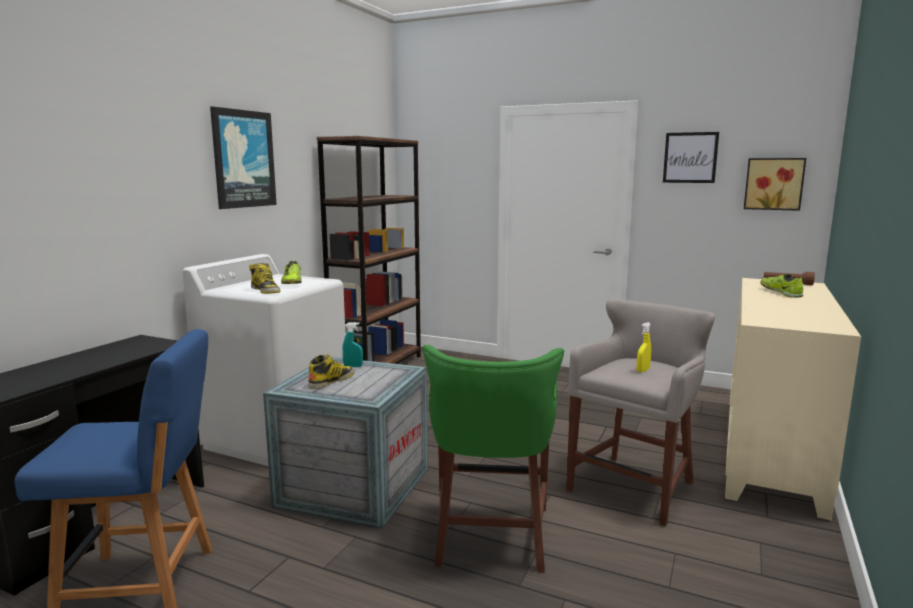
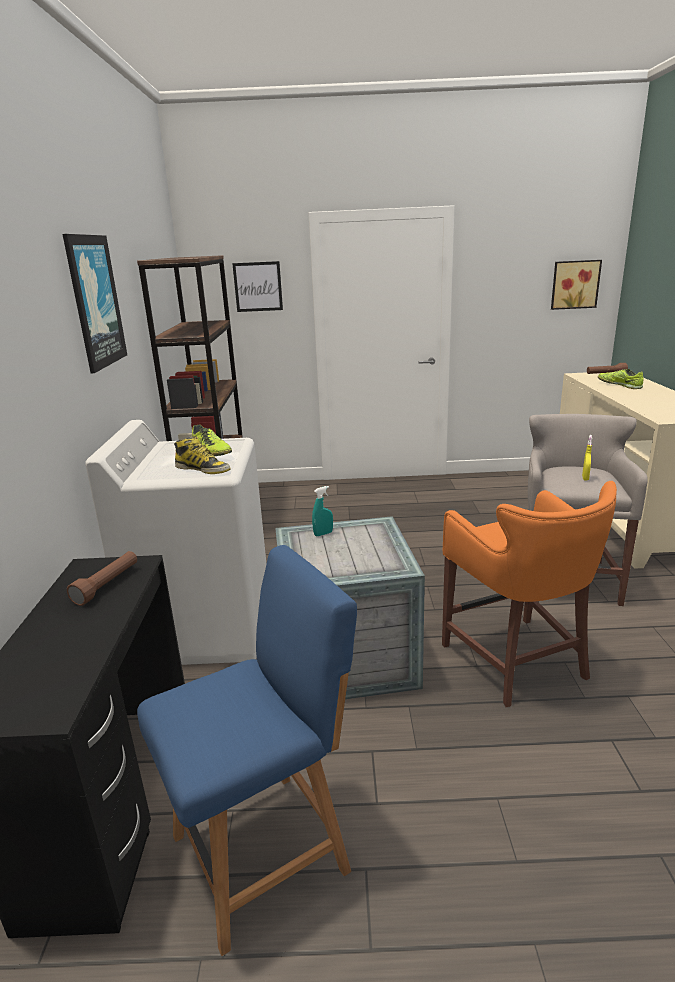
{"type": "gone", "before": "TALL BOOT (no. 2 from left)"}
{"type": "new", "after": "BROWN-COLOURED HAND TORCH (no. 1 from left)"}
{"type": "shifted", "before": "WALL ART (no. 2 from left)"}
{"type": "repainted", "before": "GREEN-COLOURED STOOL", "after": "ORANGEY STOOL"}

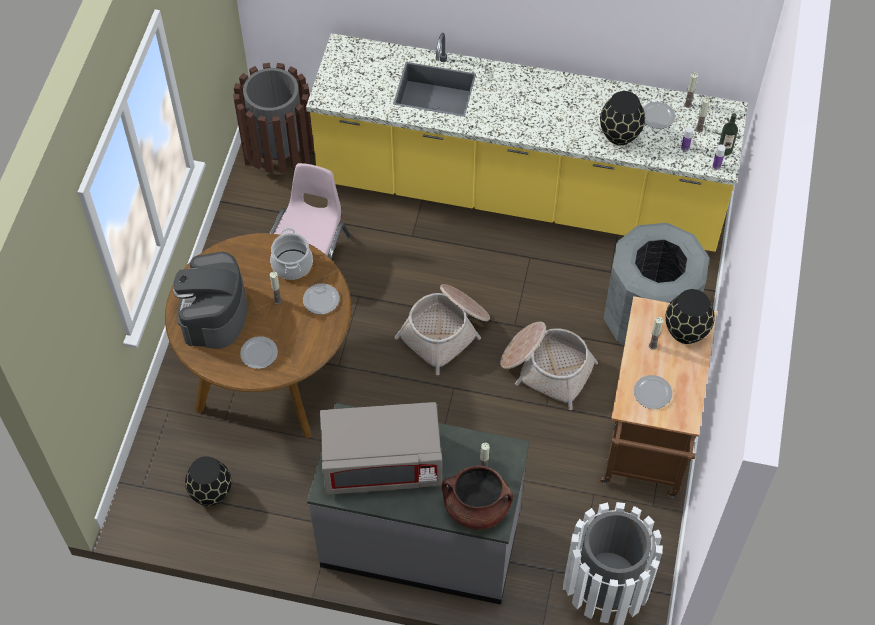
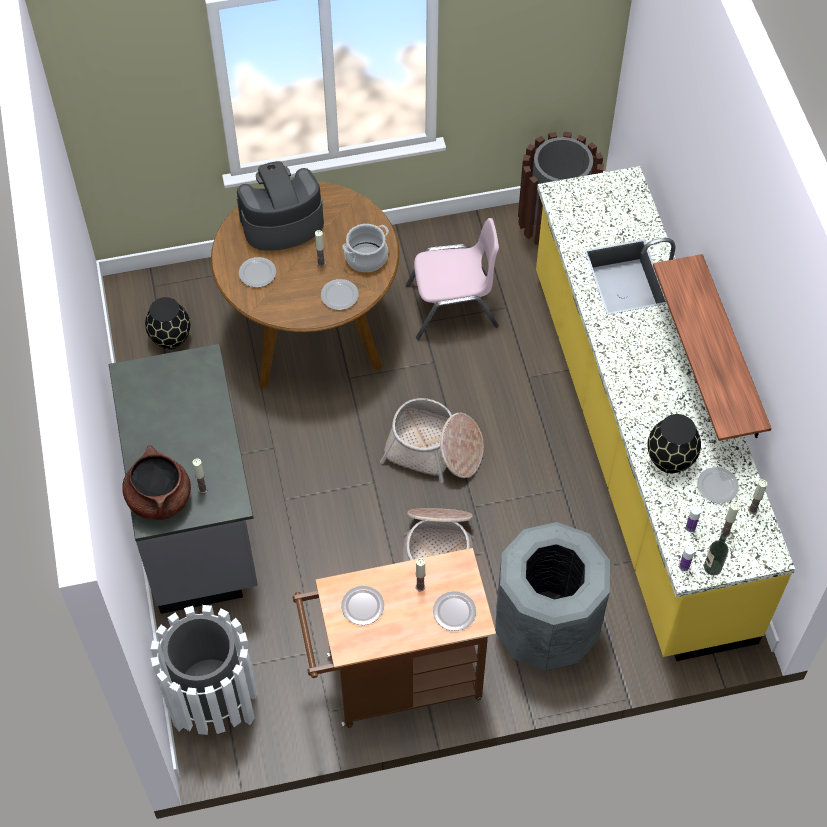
{"type": "gone", "before": "GRAY MICROWAVE OVEN"}
{"type": "new", "after": "SHELF"}
{"type": "swapped", "before": "BLACK DECORATIVE VASE (no. 3 from left)", "after": "PLATE (no. 4 from left)"}

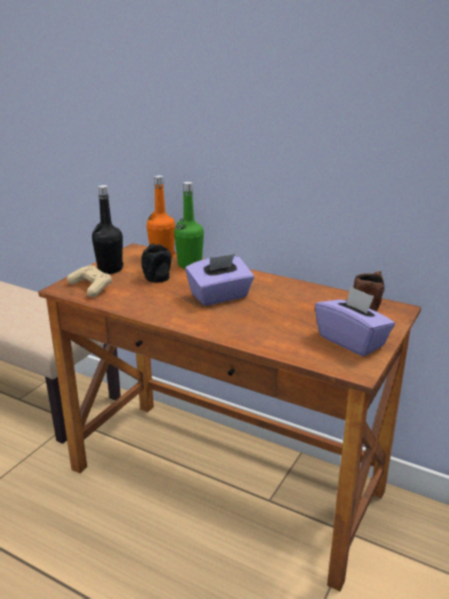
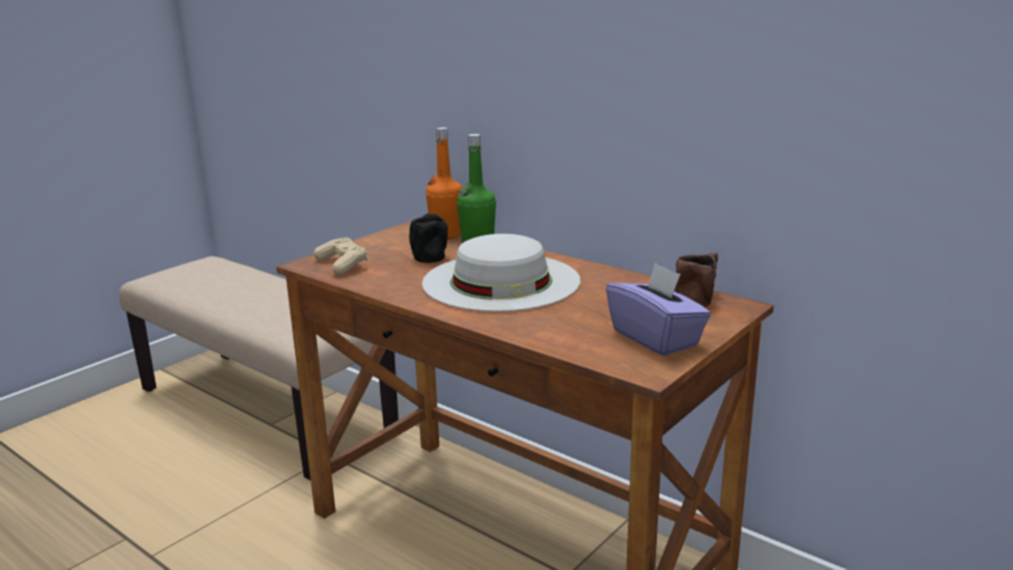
{"type": "gone", "before": "BLACK DRINK BOTTLE"}
{"type": "swapped", "before": "PURPLISH BOX OF TISSUES (no. 1 from left)", "after": "WHITE-COLOURED WEARABLE HAT"}

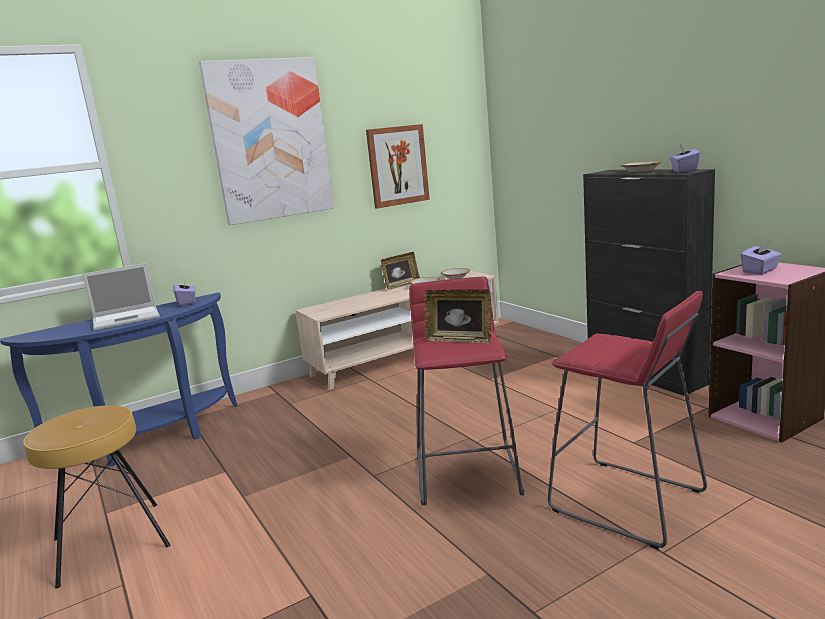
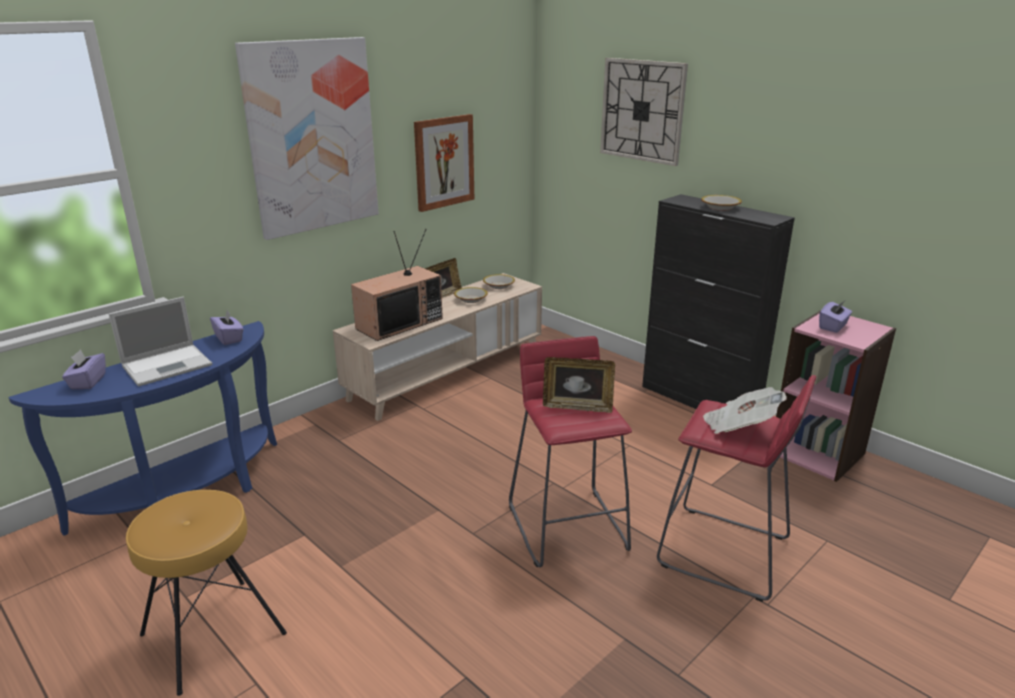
{"type": "new", "after": "TELEVISION"}
{"type": "new", "after": "CLOCK ON THE WALL"}
{"type": "new", "after": "DAILY PAPER"}
{"type": "shifted", "before": "PURPLISH BOX OF TISSUES (no. 2 from left in the first image)", "after": "PURPLISH BOX OF TISSUES (no. 1 from left)"}

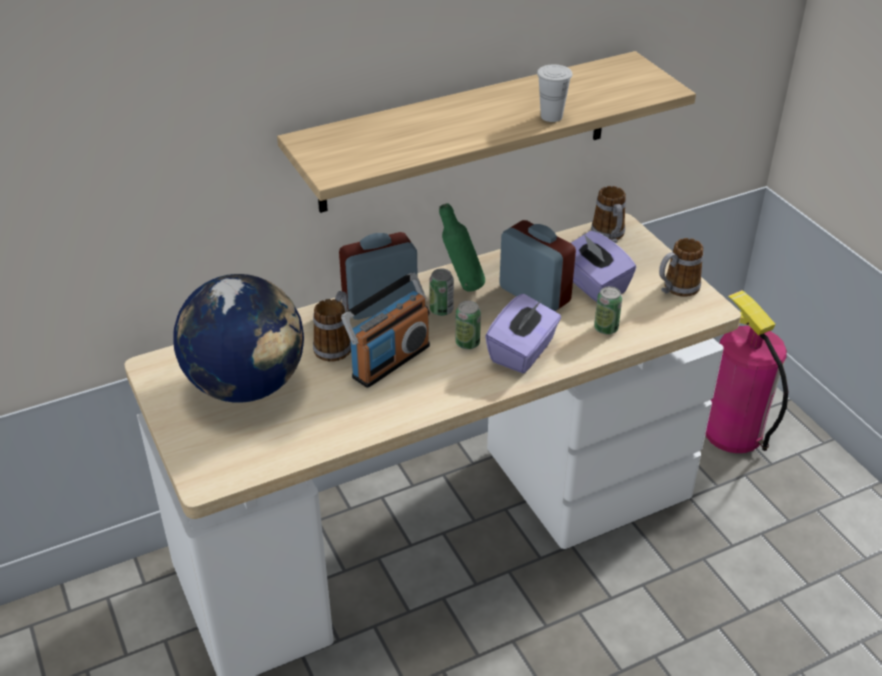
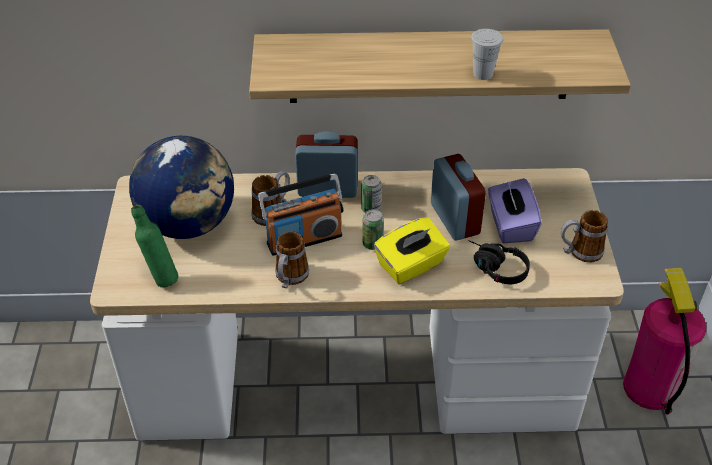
{"type": "shifted", "before": "GREEN-COLOURED DRINK BOTTLE"}
{"type": "shifted", "before": "TEA MUG (no. 2 from left)"}
{"type": "swapped", "before": "SEALED CAN (no. 3 from left)", "after": "BLACK HEADPHONES"}
{"type": "repainted", "before": "PURPLISH BOX OF TISSUES (no. 1 from left)", "after": "YELLOWISH BOX OF TISSUES"}

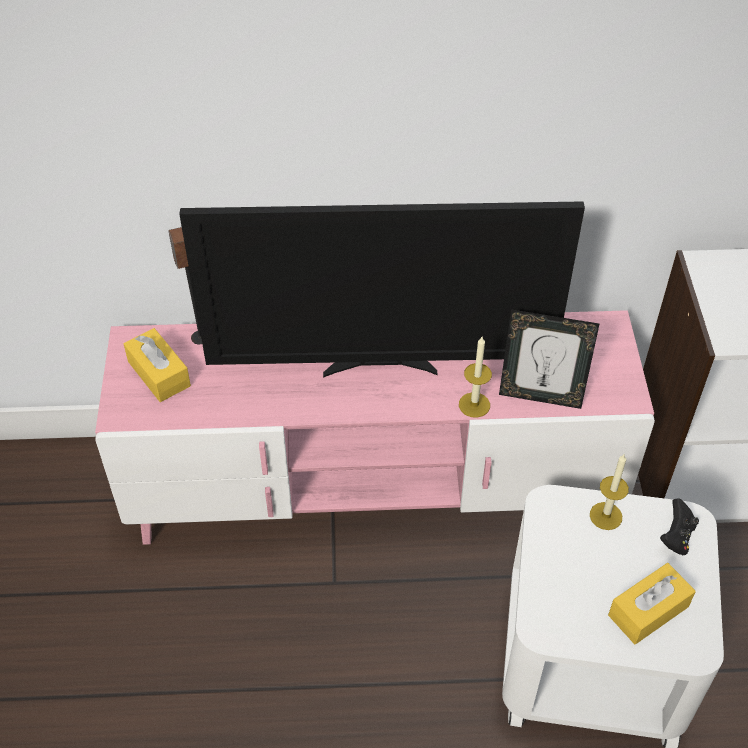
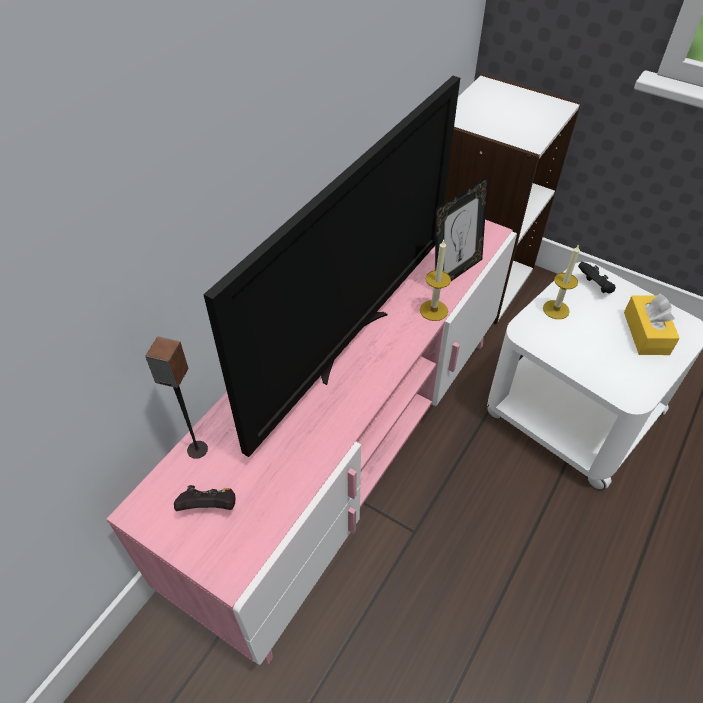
{"type": "swapped", "before": "YELLOWISH BOX OF TISSUES (no. 1 from left)", "after": "BLACK GAMEPAD (no. 1 from left)"}

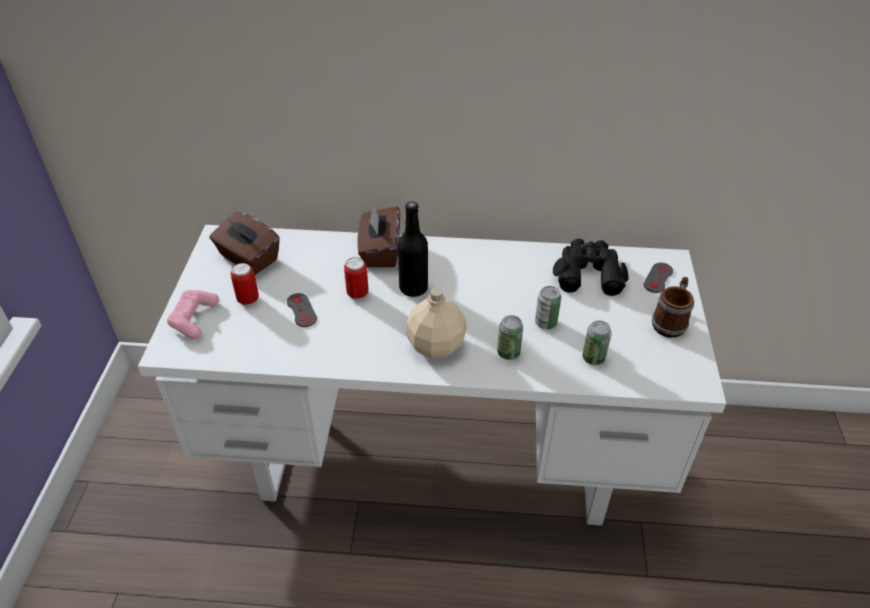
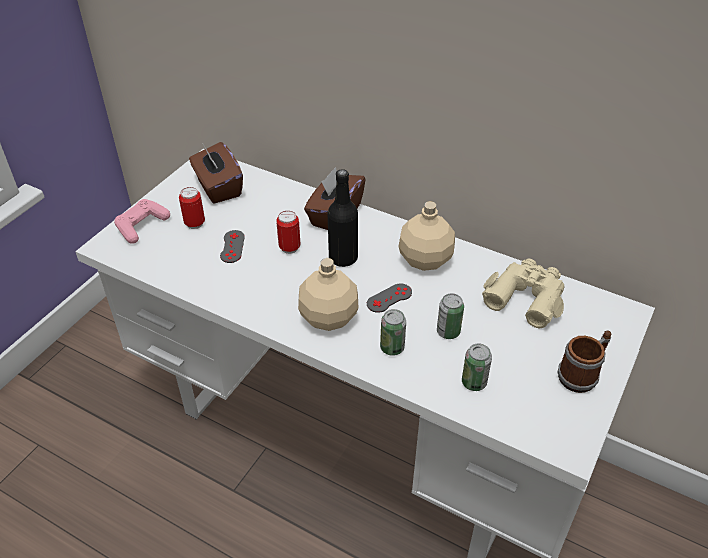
{"type": "new", "after": "SAND-COLOURED DRINK BOTTLE (no. 2 from left)"}
{"type": "shifted", "before": "GRAY GAMEPAD (no. 2 from left)"}
{"type": "repainted", "before": "BLACK FIELD GLASSES", "after": "SAND-COLOURED FIELD GLASSES"}

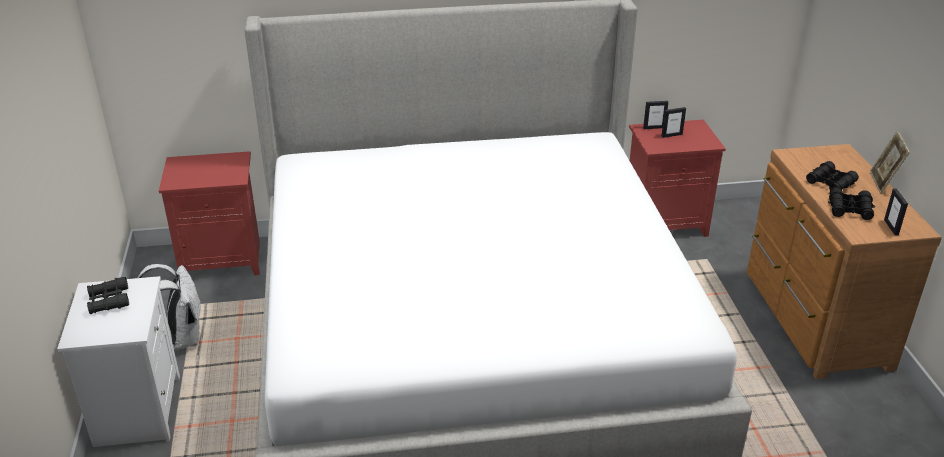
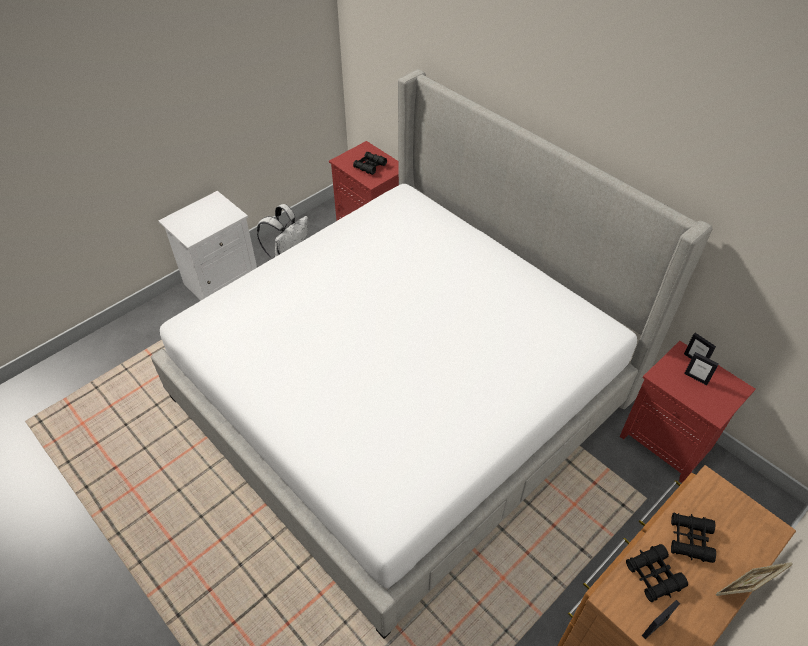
{"type": "shifted", "before": "BLACK FIELD GLASSES (no. 1 from left)"}

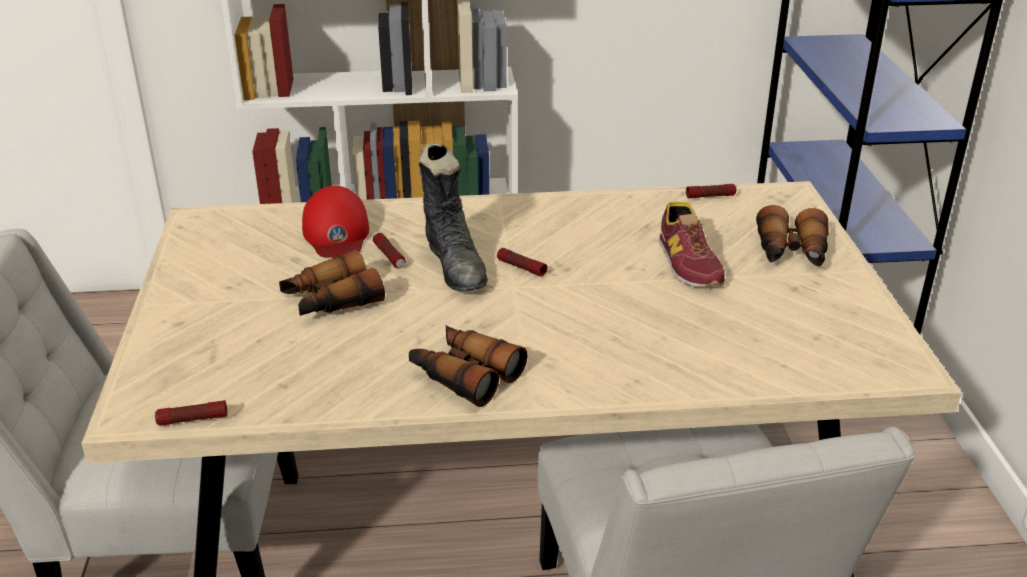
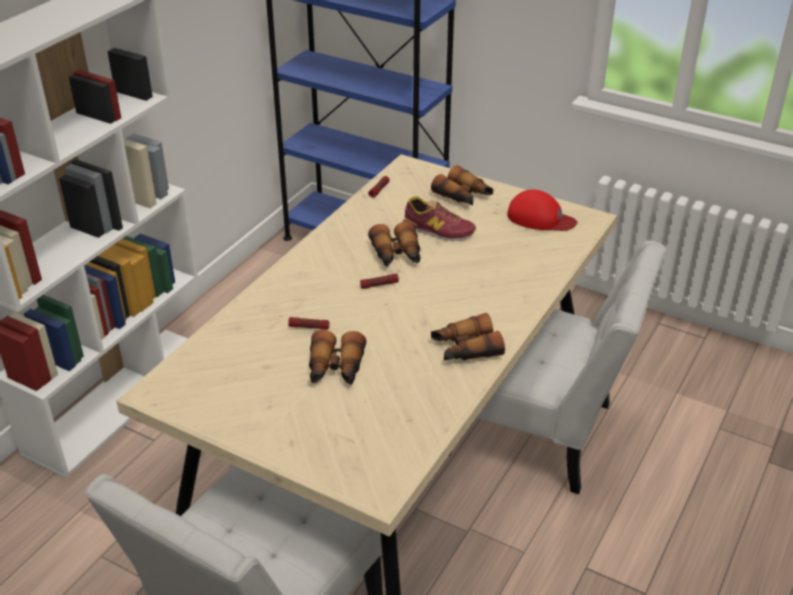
{"type": "gone", "before": "HAND TORCH (no. 1 from left)"}
{"type": "gone", "before": "BLACK TALL BOOT"}
{"type": "new", "after": "FIELD GLASSES (no. 2 from left)"}
{"type": "shifted", "before": "RED-COLOURED BASEBALL CAP"}

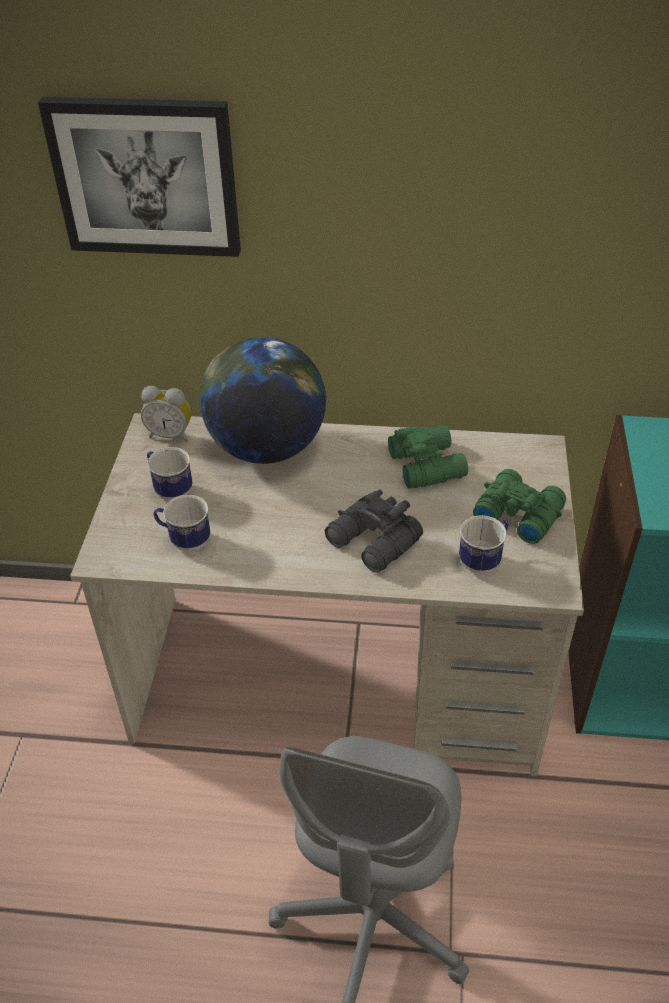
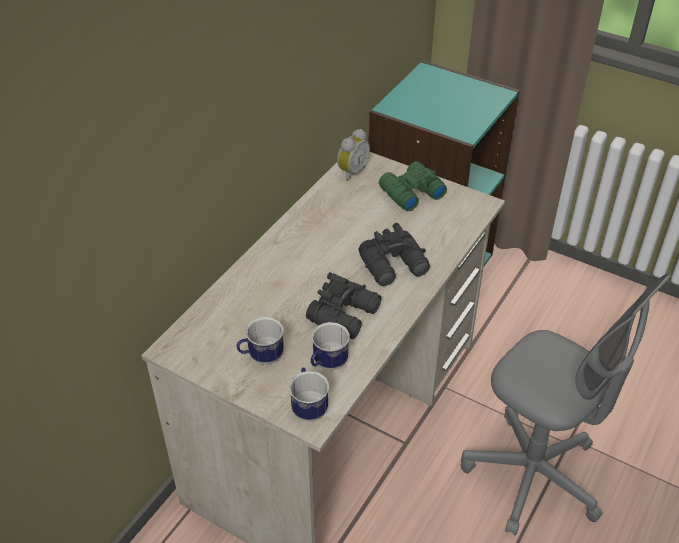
{"type": "gone", "before": "WALL ART"}
{"type": "gone", "before": "DESK GLOBE"}
{"type": "gone", "before": "GREEN-COLOURED FIELD GLASSES (no. 1 from left)"}
{"type": "new", "after": "BLACK FIELD GLASSES (no. 1 from left)"}
{"type": "shifted", "before": "TABLE CLOCK"}
{"type": "shifted", "before": "TEA MUG (no. 3 from left in the first image)", "after": "TEA MUG (no. 2 from left)"}

